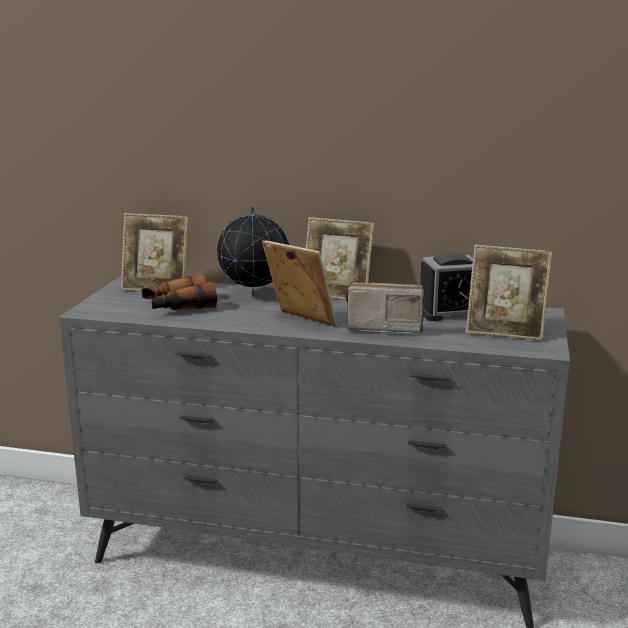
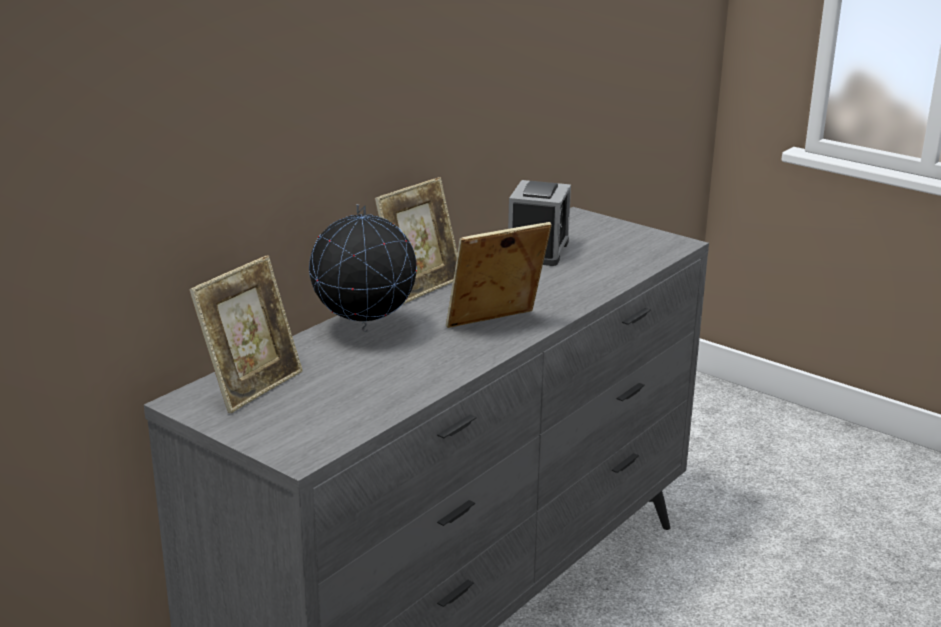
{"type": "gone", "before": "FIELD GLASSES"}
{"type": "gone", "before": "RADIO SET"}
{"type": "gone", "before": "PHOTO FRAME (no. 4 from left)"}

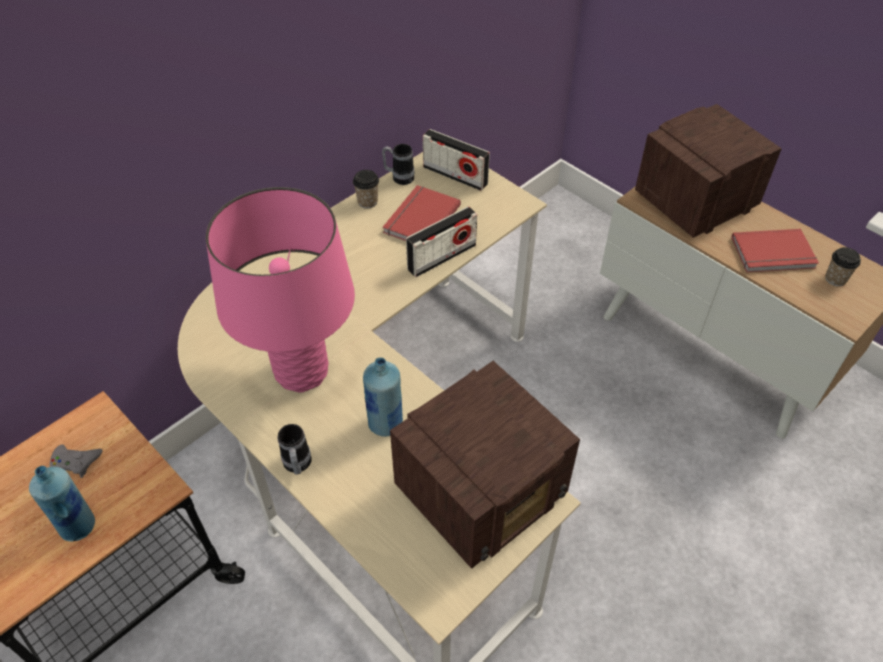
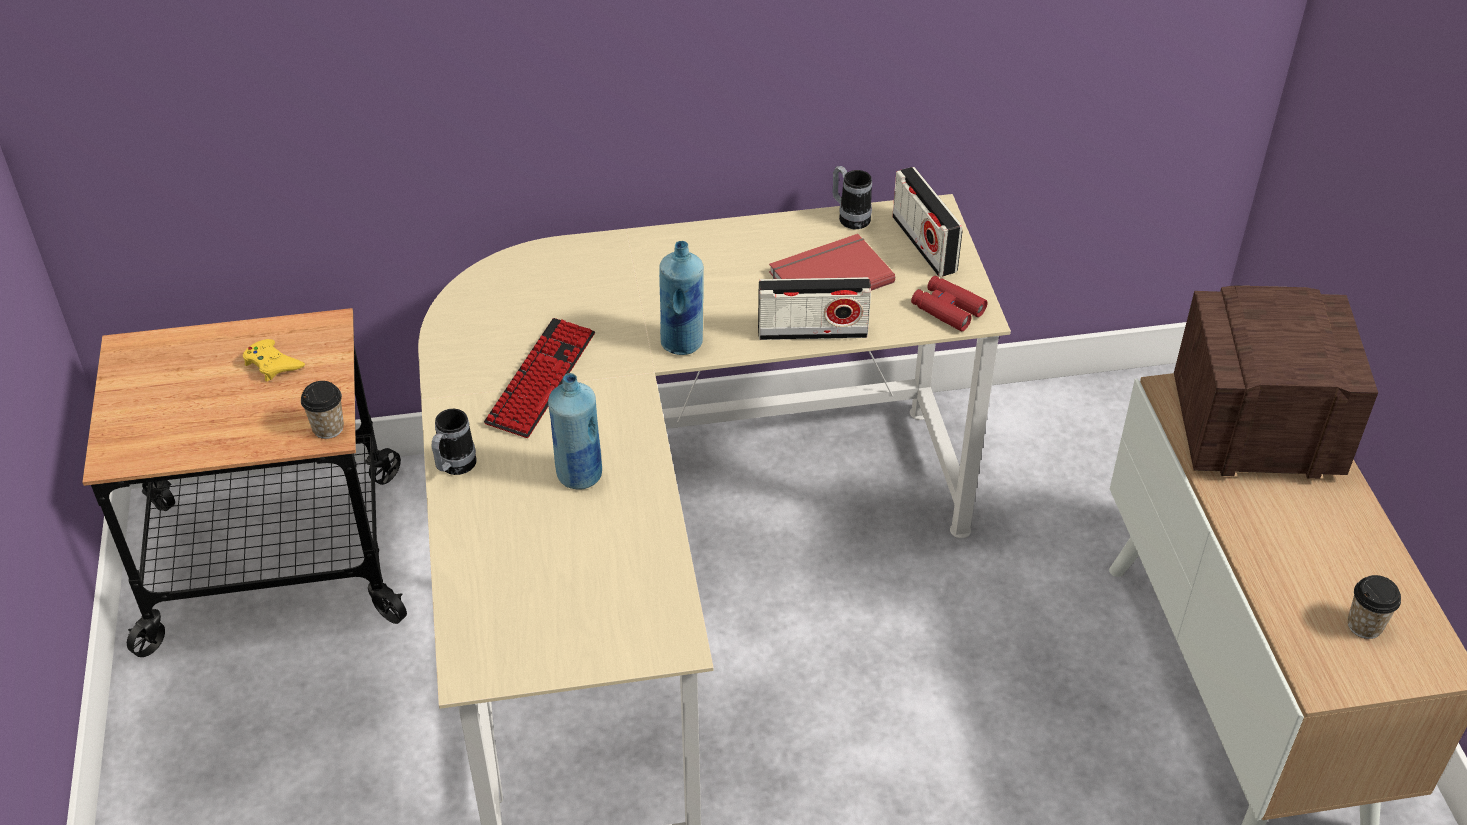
{"type": "gone", "before": "RADIO SET (no. 3 from left)"}
{"type": "gone", "before": "RED-COLOURED BOUND BOOK (no. 2 from left)"}
{"type": "new", "after": "RED-COLOURED FIELD GLASSES"}
{"type": "shifted", "before": "BLUE DRINK BOTTLE (no. 1 from left in the first image)", "after": "BLUE DRINK BOTTLE (no. 2 from left)"}
{"type": "shifted", "before": "SMALL CUP (no. 1 from left)"}
{"type": "swapped", "before": "PINK-COLOURED TABLETOP LAMP", "after": "KEYBOARD"}
{"type": "repainted", "before": "GRAY GAMEPAD", "after": "YELLOWISH GAMEPAD"}

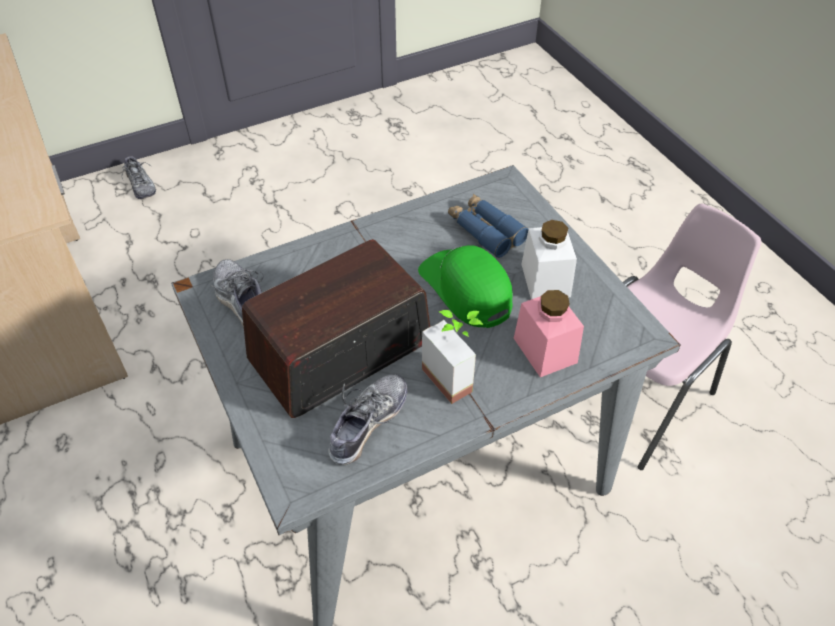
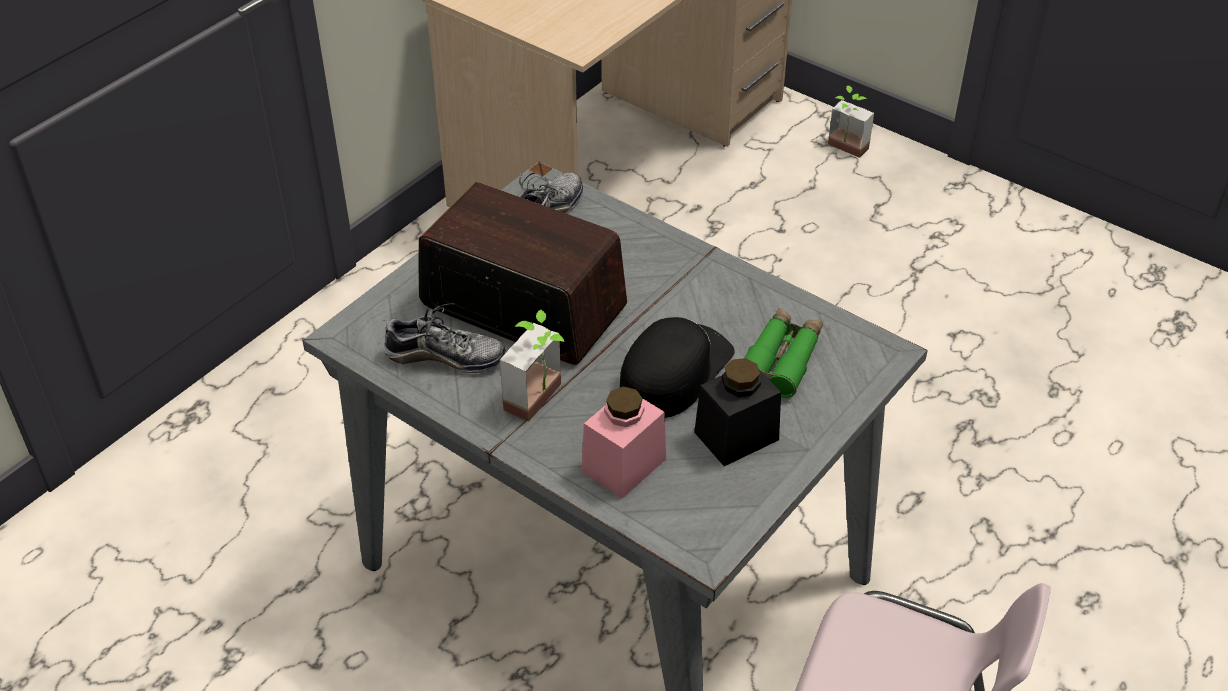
{"type": "swapped", "before": "LOW SHOE (no. 1 from left)", "after": "HOUSEPLANT (no. 2 from left)"}
{"type": "repainted", "before": "GREEN-COLOURED BASEBALL CAP", "after": "BLACK BASEBALL CAP"}
{"type": "repainted", "before": "BLUE FIELD GLASSES", "after": "GREEN-COLOURED FIELD GLASSES"}
{"type": "repainted", "before": "WHITE-COLOURED STORAGE JAR", "after": "BLACK STORAGE JAR"}

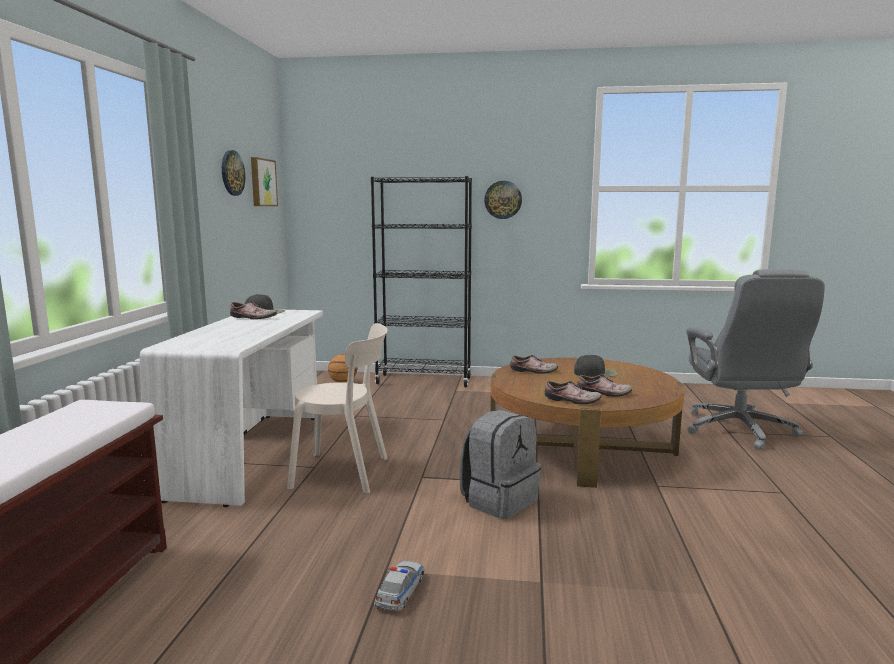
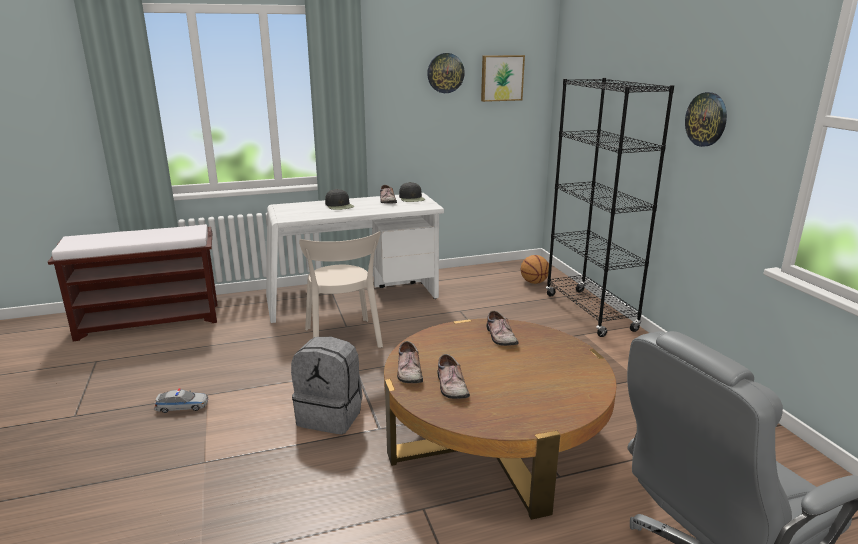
{"type": "shifted", "before": "BLACK BASEBALL CAP (no. 2 from left in the first image)", "after": "BLACK BASEBALL CAP (no. 1 from left)"}

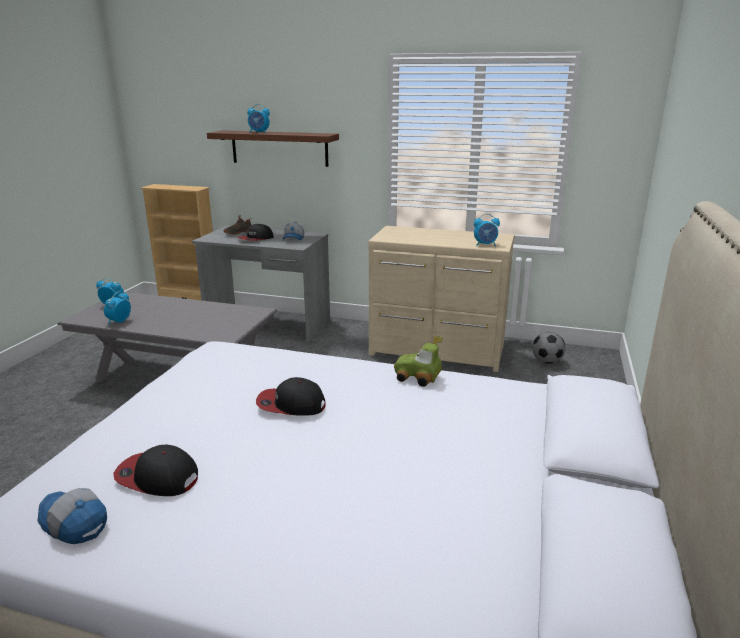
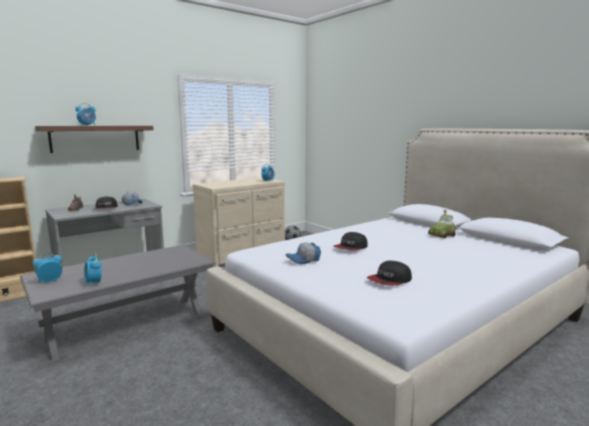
{"type": "shifted", "before": "BASEBALL CAP (no. 1 from left in the first image)", "after": "BASEBALL CAP (no. 3 from left)"}
{"type": "shifted", "before": "MINIATURE CAR"}

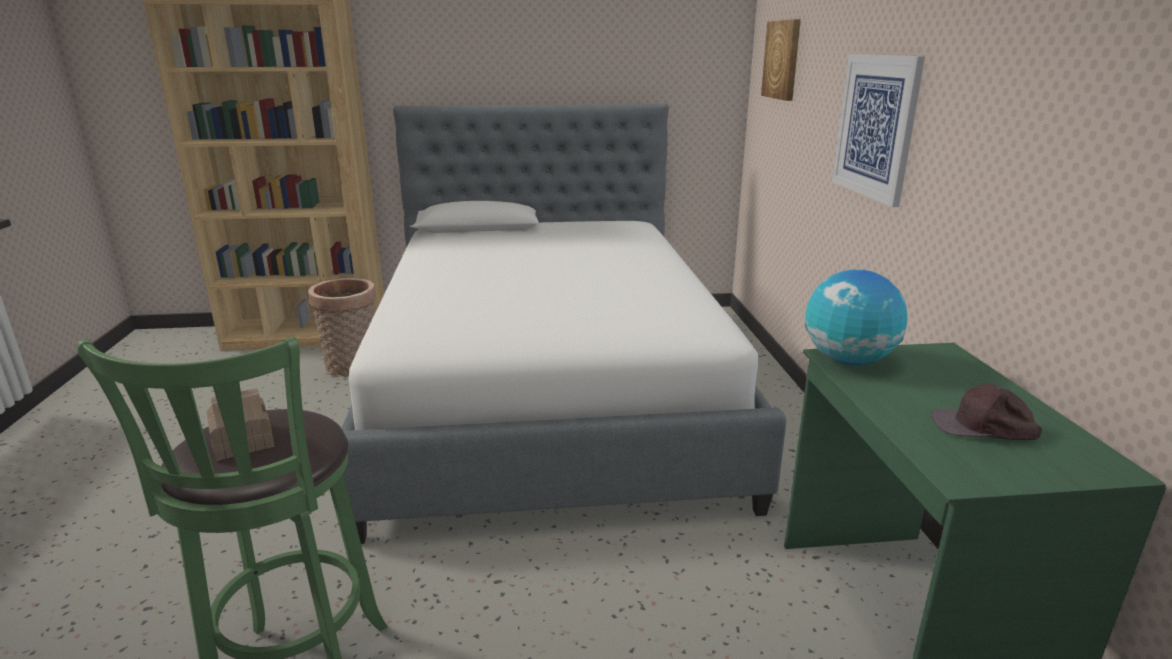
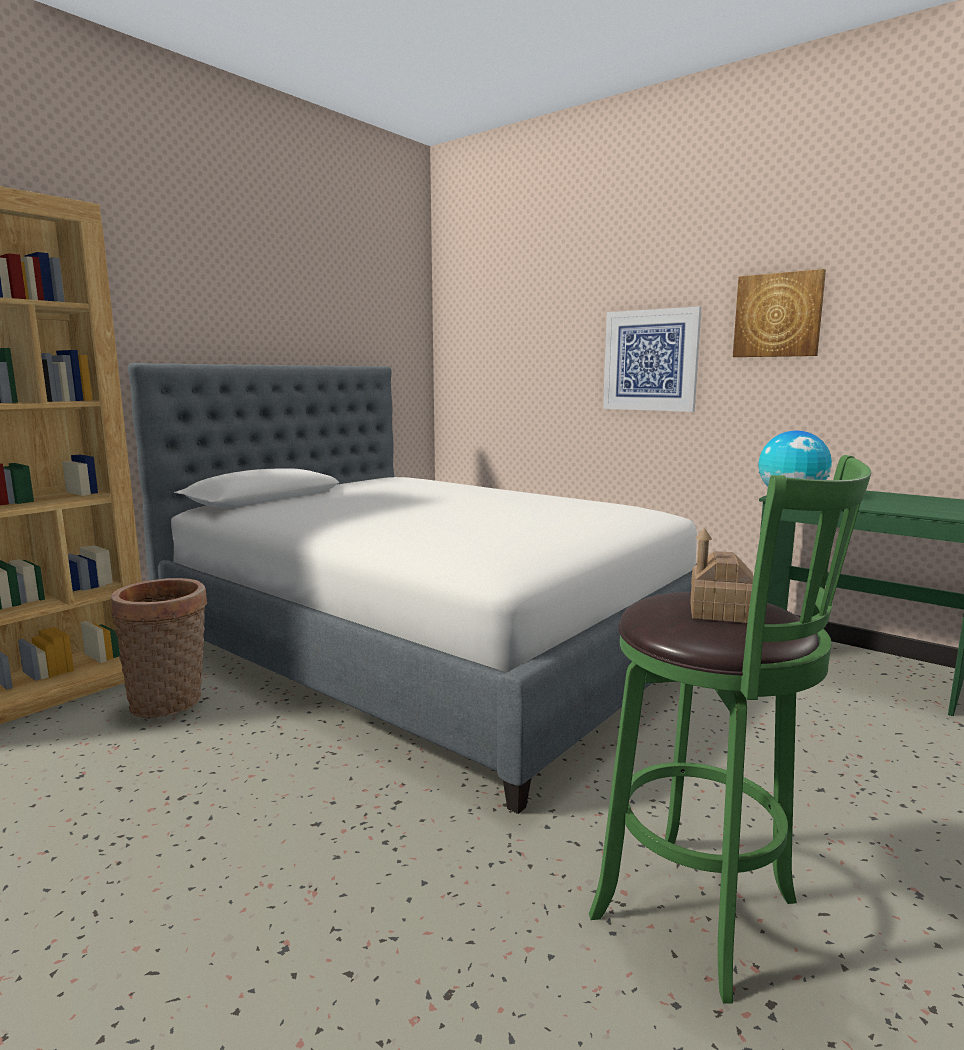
{"type": "gone", "before": "BROWN-COLOURED BASEBALL CAP"}
{"type": "shifted", "before": "WALL ART (no. 1 from left in the first image)", "after": "WALL ART (no. 2 from left)"}

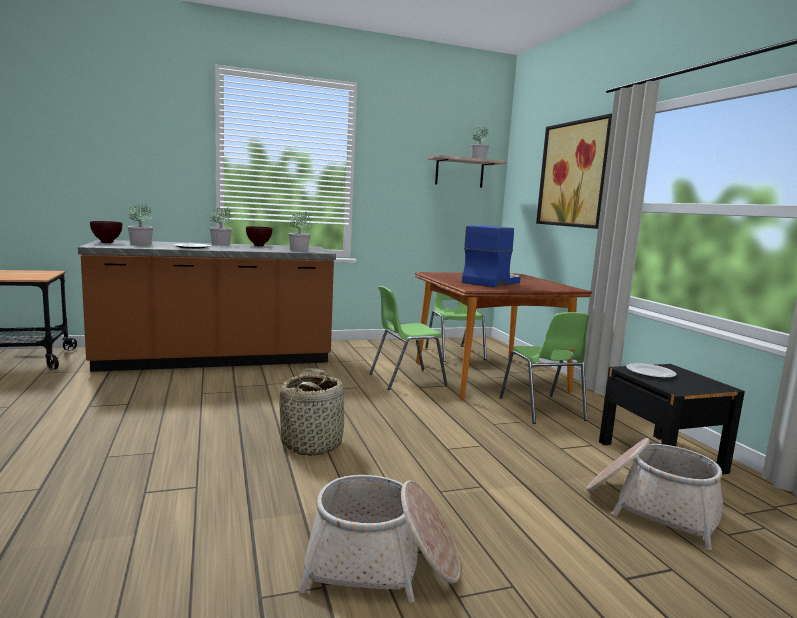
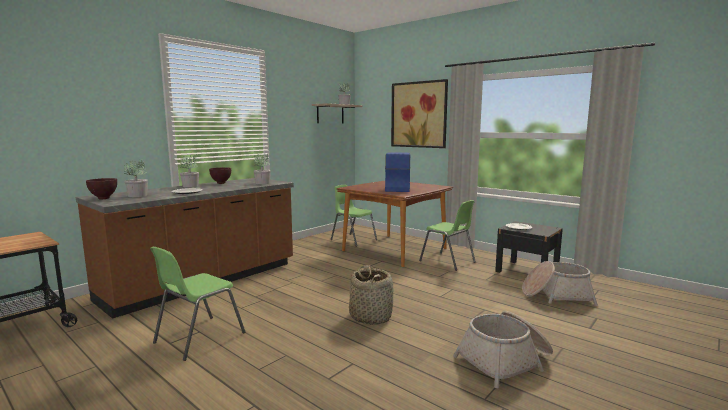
{"type": "shifted", "before": "GREEN-COLOURED UPRIGHT CHAIR (no. 1 from left)"}

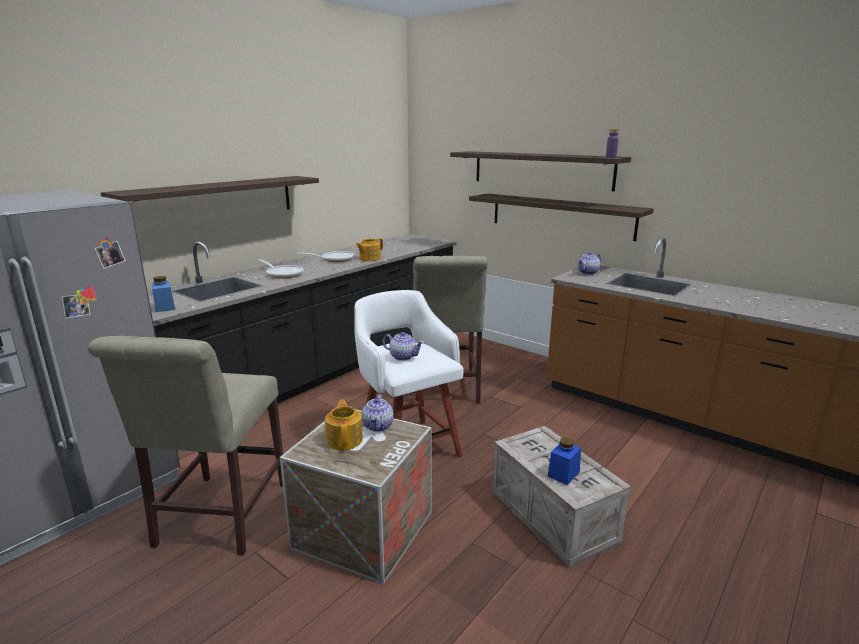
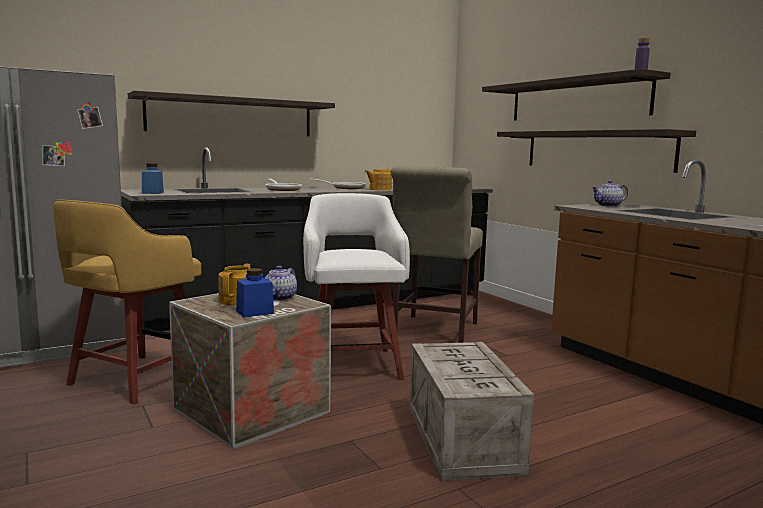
{"type": "gone", "before": "POT FOR TEA (no. 4 from left)"}
{"type": "shifted", "before": "BLUE STORAGE JAR (no. 2 from left)"}
{"type": "swapped", "before": "SAND-COLOURED UPRIGHT CHAIR (no. 1 from left)", "after": "YELLOWISH STOOL"}

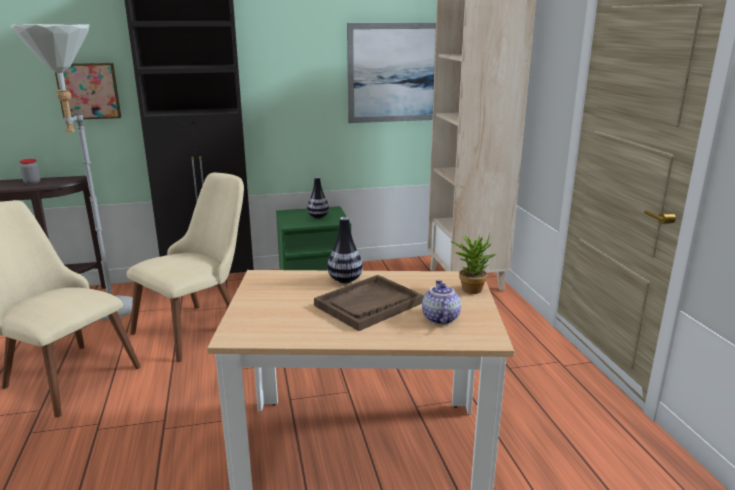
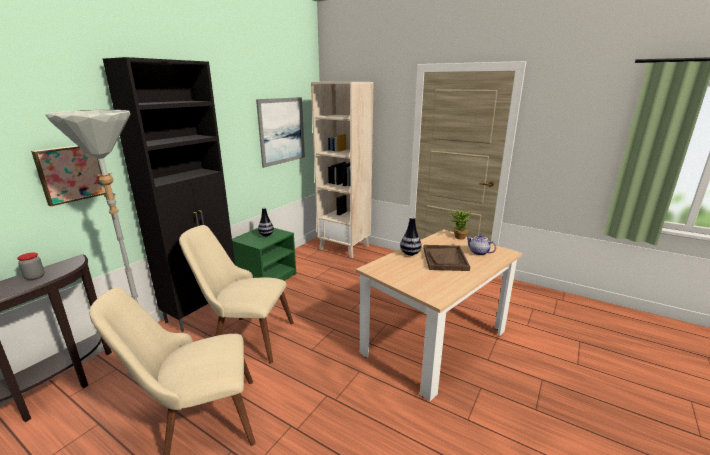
{"type": "rotated", "before": "SAND-COLOURED UPRIGHT CHAIR (no. 2 from left)", "turn": -75}

